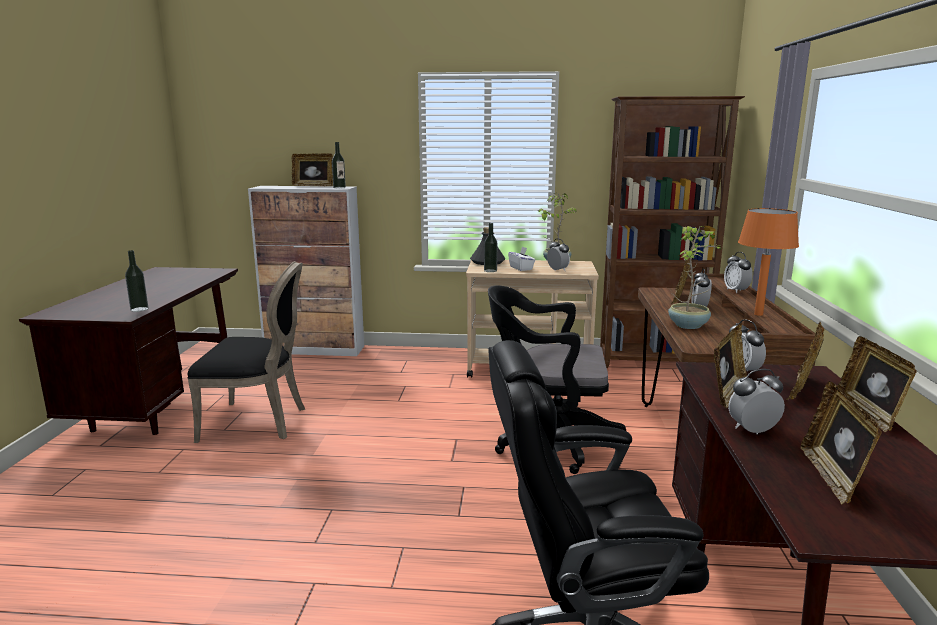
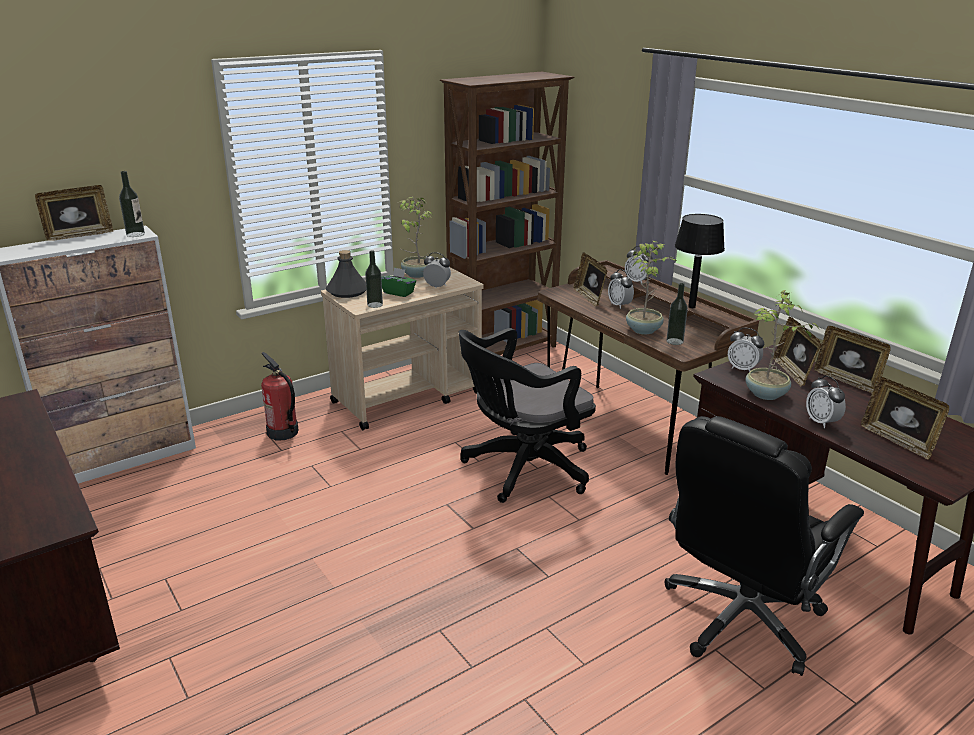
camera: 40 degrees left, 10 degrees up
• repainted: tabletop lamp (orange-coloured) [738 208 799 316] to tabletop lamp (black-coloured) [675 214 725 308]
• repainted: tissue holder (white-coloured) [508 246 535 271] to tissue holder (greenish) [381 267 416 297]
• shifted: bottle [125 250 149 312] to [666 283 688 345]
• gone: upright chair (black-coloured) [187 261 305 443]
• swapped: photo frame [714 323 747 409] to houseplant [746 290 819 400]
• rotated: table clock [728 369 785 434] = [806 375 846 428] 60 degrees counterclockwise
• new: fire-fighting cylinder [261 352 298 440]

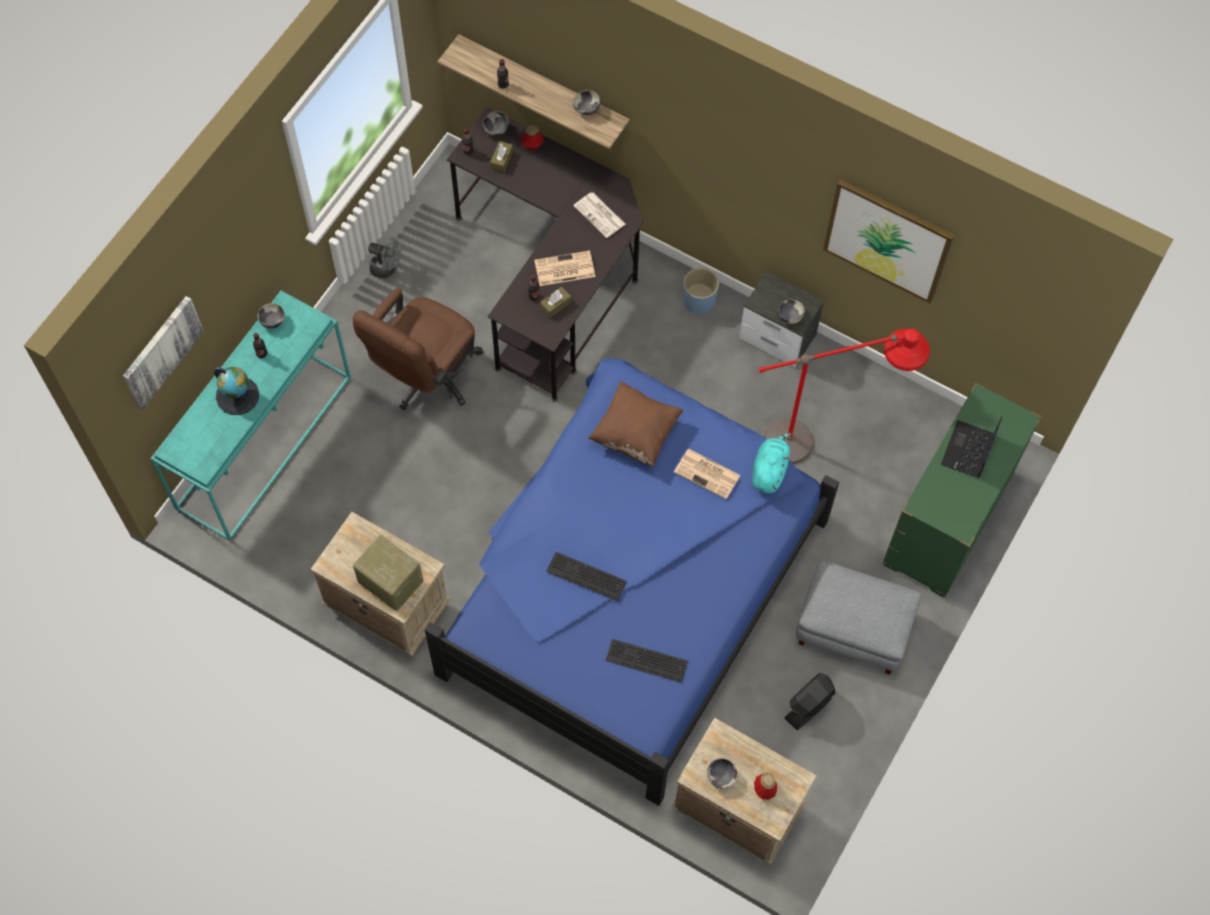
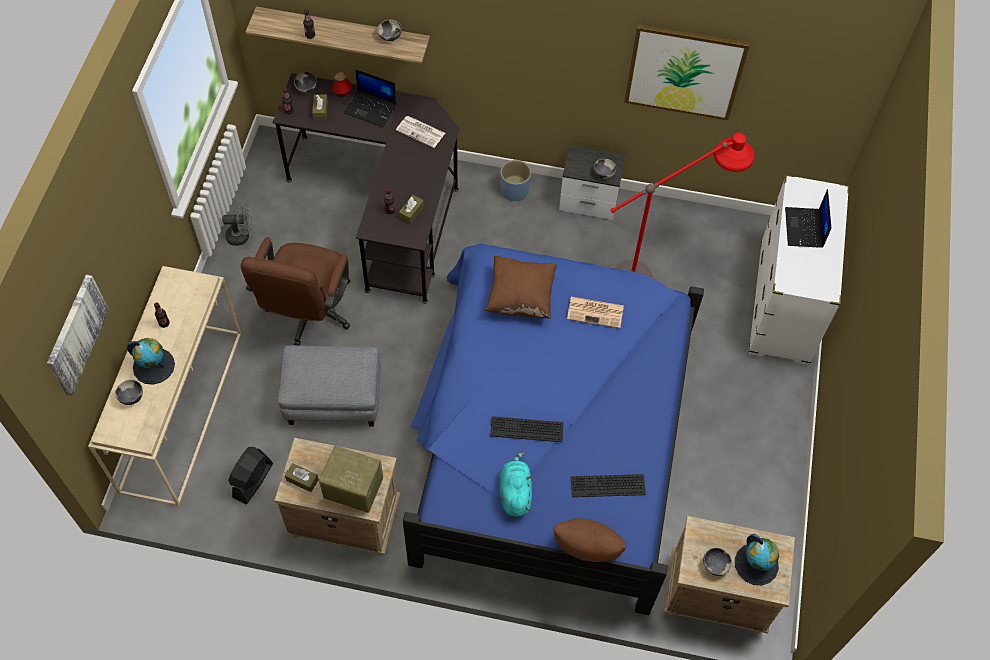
camera: 20 degrees left, 5 degrees down
• gone: newspaper [535 251 595 286]
• repainted: hall table (turquoise-coloured) [150 291 351 541] to hall table (beige-coloured) [88 266 242 506]
• shifted: serving bowl [257 303 285 329] to [115 380 143 405]
• repainted: dresser (greenish) [882 383 1042 597] to dresser (white-coloured) [749 175 849 365]
• shifted: cuddly toy (turquoise-coloured) [752 433 791 493] to [499 451 532 517]
• shifted: footrest (grey) [796 560 921 675] to [278 345 381 426]
• shifted: cooling fan (black-coloured) [784 673 835 730] to [228 447 273 504]
• swapped: bottle [754 772 777 800] to desk globe [735 534 779 585]
• new: notebook computer [344 69 397 127]
• new: tissue holder (brownish) [285 463 319 492]
• new: throw pillow (brownish) [553 518 626 562]

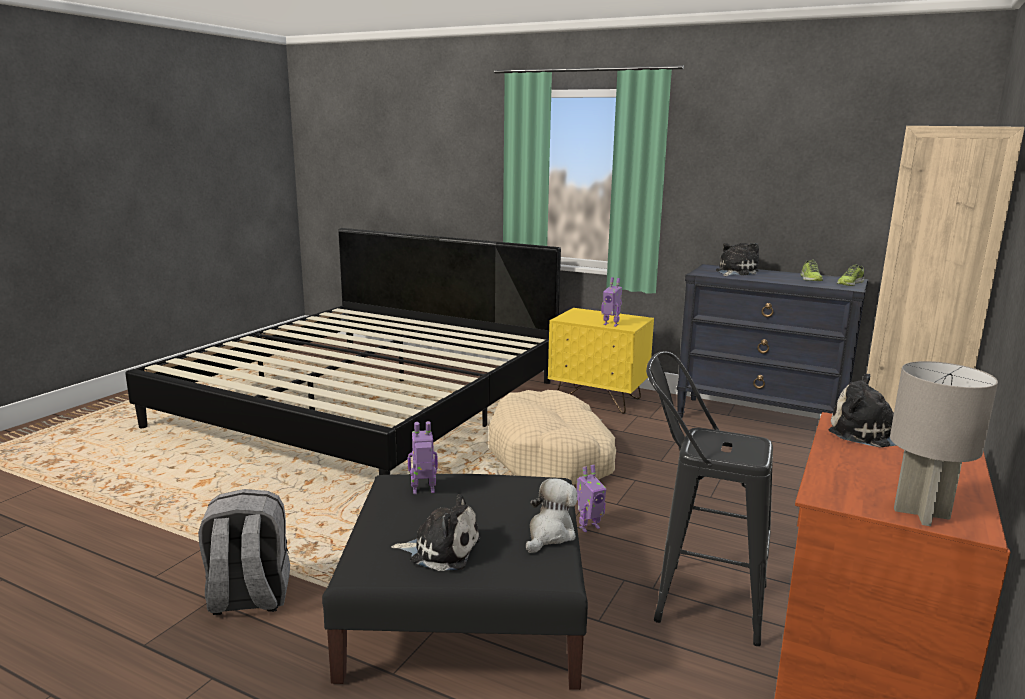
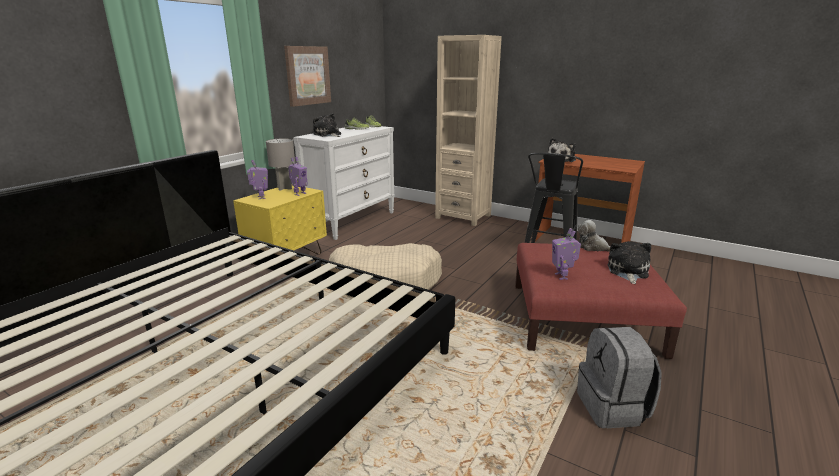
camera: 85 degrees left, 5 degrees up
• repainted: dresser (black-coloured) [676 264 869 418] to dresser (white-coloured) [293 126 395 240]
• shifted: tabletop lamp (grey) [890 361 998 526] to [266 138 295 191]
• shifted: toy robot [577 465 607 532] to [247 160 268 199]
• repainted: footrest (black-coloured) [322 474 588 690] to footrest (red-coloured) [515 243 687 359]
• new: wall art [284 46 331 107]

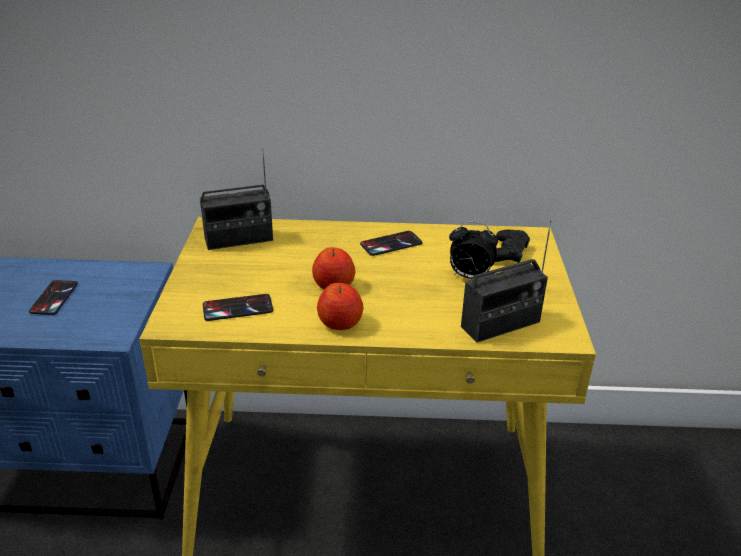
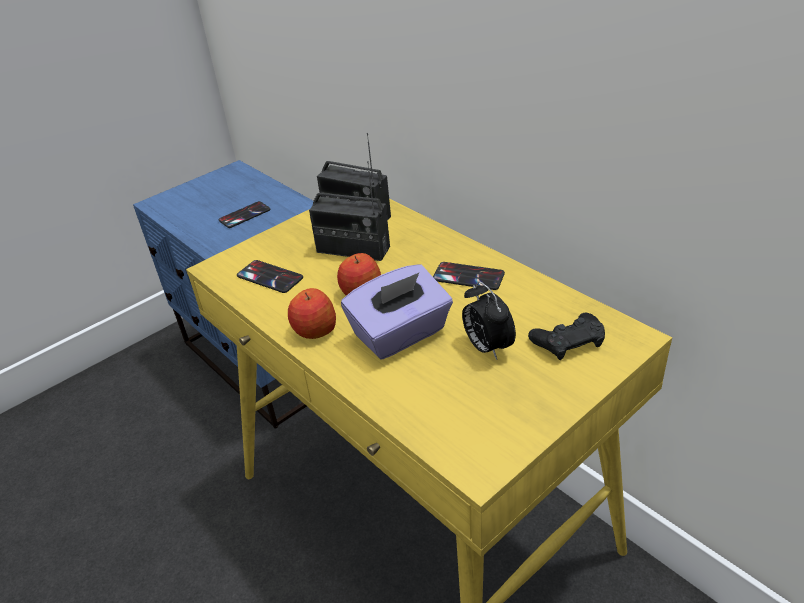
camera: 50 degrees right, 5 degrees up
• shifted: radio set [461 220 552 342] to [309 161 390 261]
• new: tissue holder (purple-coloured) [341 264 453 359]

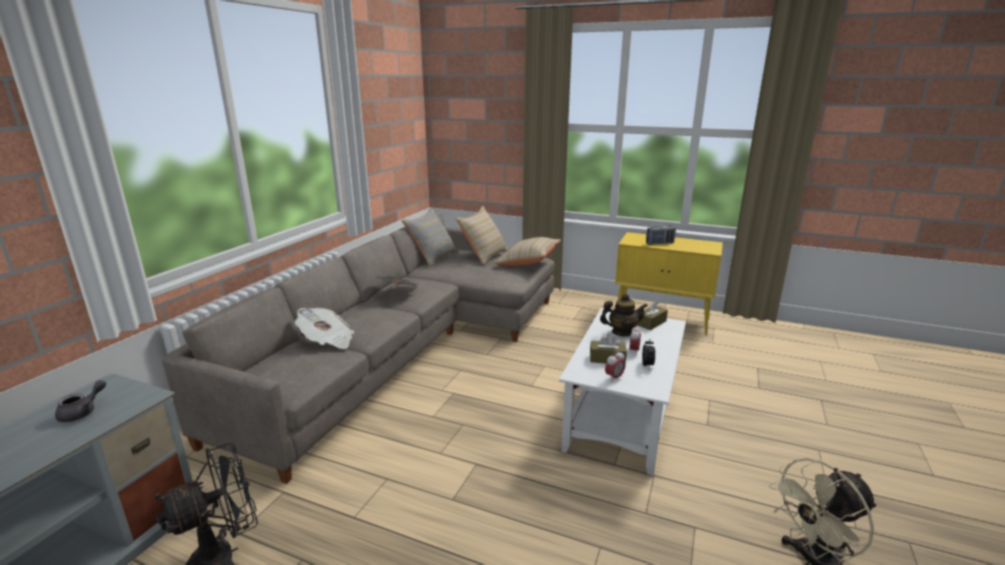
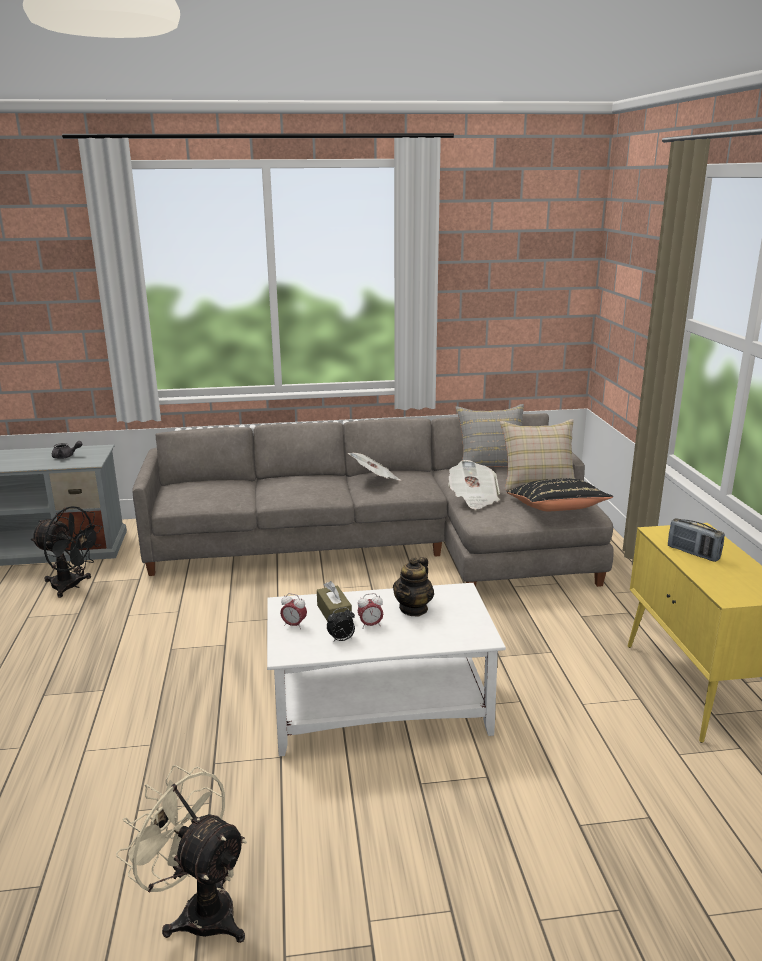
camera: 60 degrees right, 0 degrees up
• repainted: throw pillow (beige-coloured) [493 237 561 266] to throw pillow (black-coloured) [507 478 613 511]
• rotated: pot for tea [600 293 647 336] = [393 557 434 616] 60 degrees clockwise
• gone: tissue holder (brownish) [637 300 668 330]
• shifted: newspaper [295 308 355 349] to [448 460 500 510]

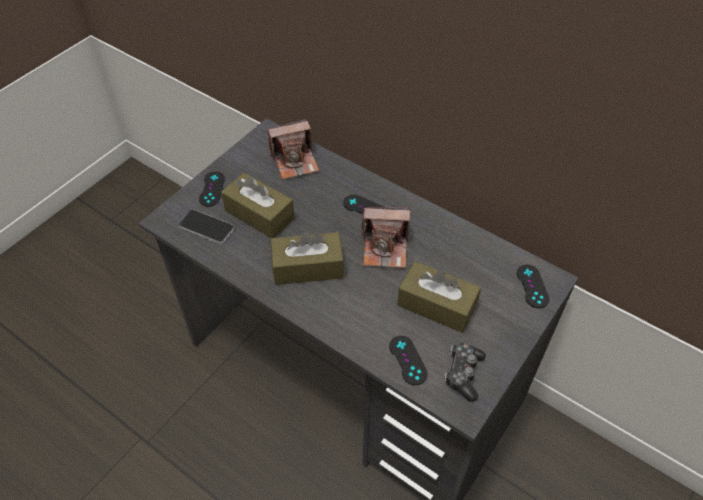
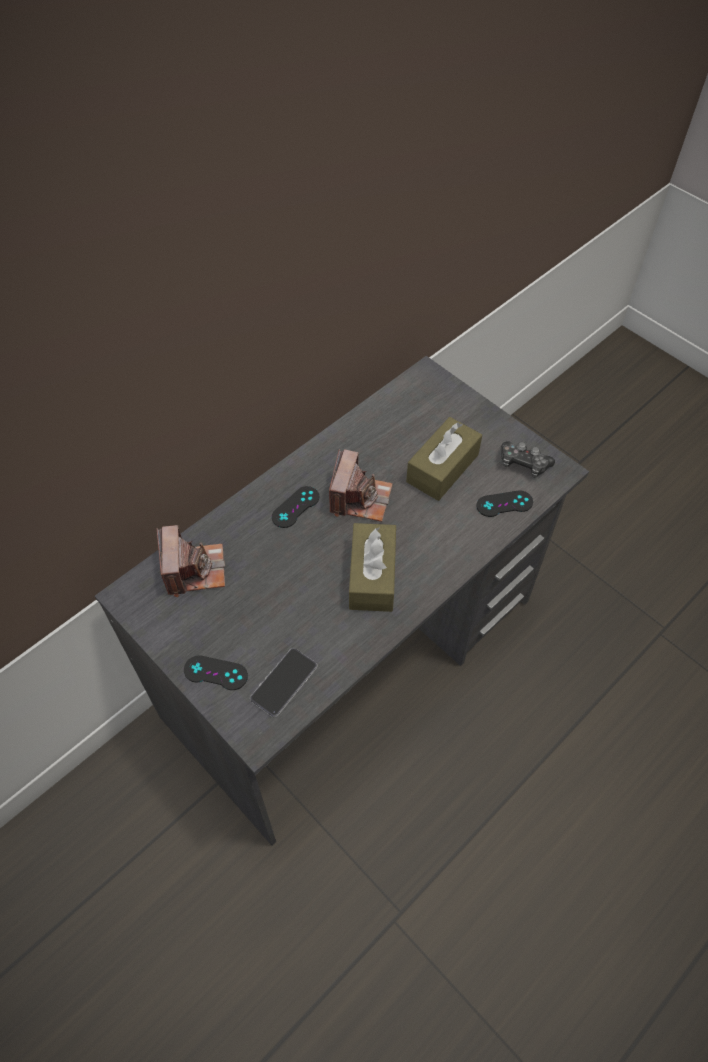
camera: 80 degrees left, 5 degrees up
• gone: tissue holder (brownish) [221 173 295 238]
• gone: game controller (black-coloured) [517 265 549 308]

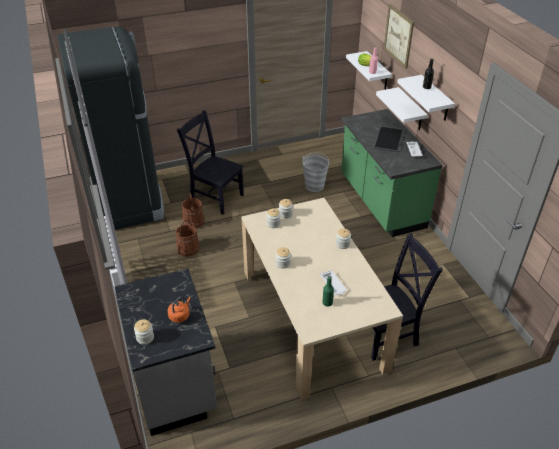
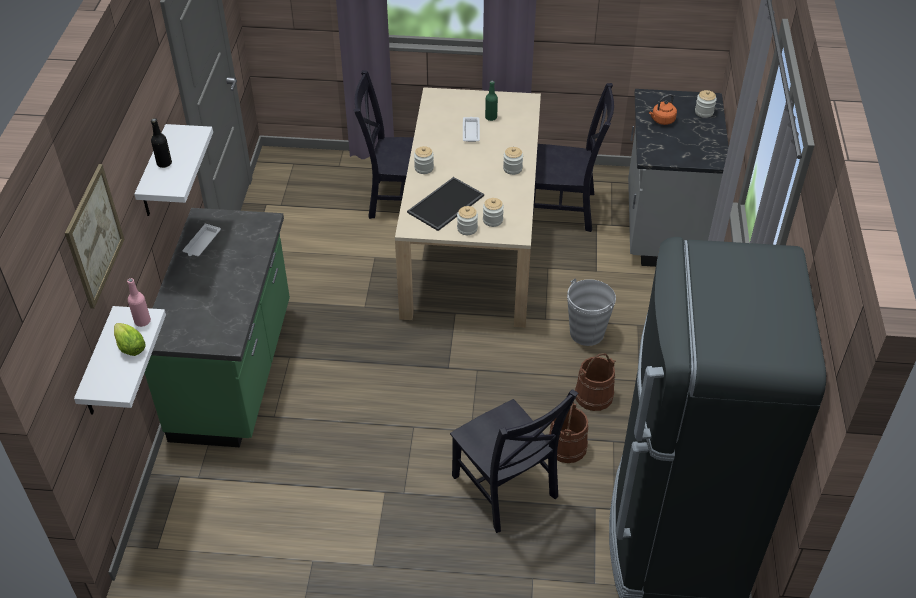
camera: 155 degrees left, 5 degrees up
• gone: bracket shelf (white-coloured) [376 87 428 130]
• shifted: carrying tray [373 126 404 152] to [407 177 484 231]
• shifted: bucket (grey) [302 153 330 192] to [567 278 616 346]
• new: upright chair (black-coloured) [533 83 614 232]

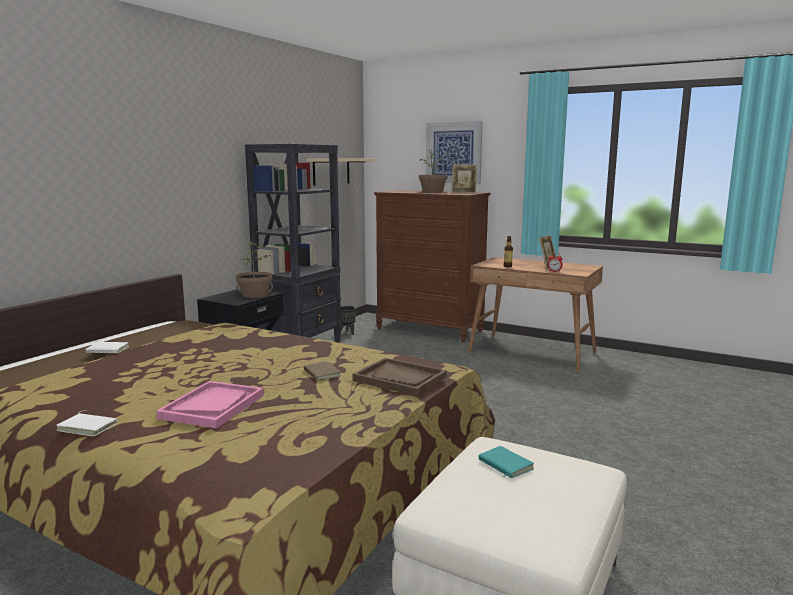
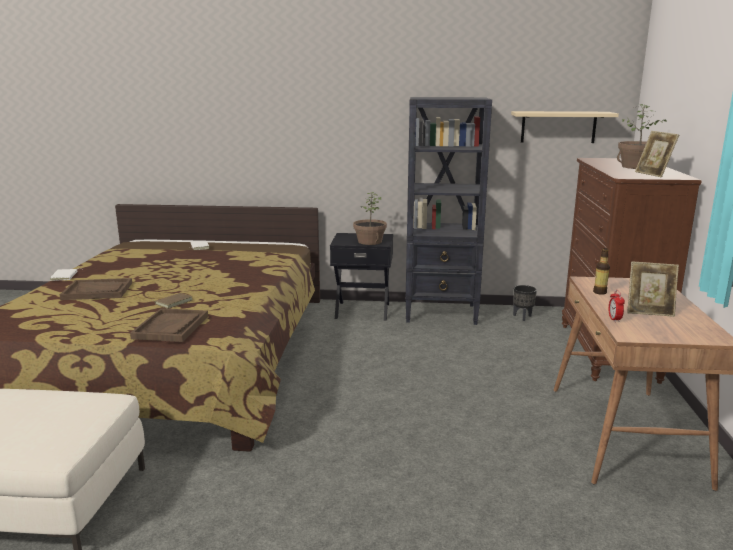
camera: 65 degrees right, 5 degrees up
• gone: wall art [426 121 483 184]
• repainted: carrying tray (pinkish) [156 381 264 429] to carrying tray (brownish) [60 278 132 300]
• gone: book (turquoise-coloured) [478 446 534 478]

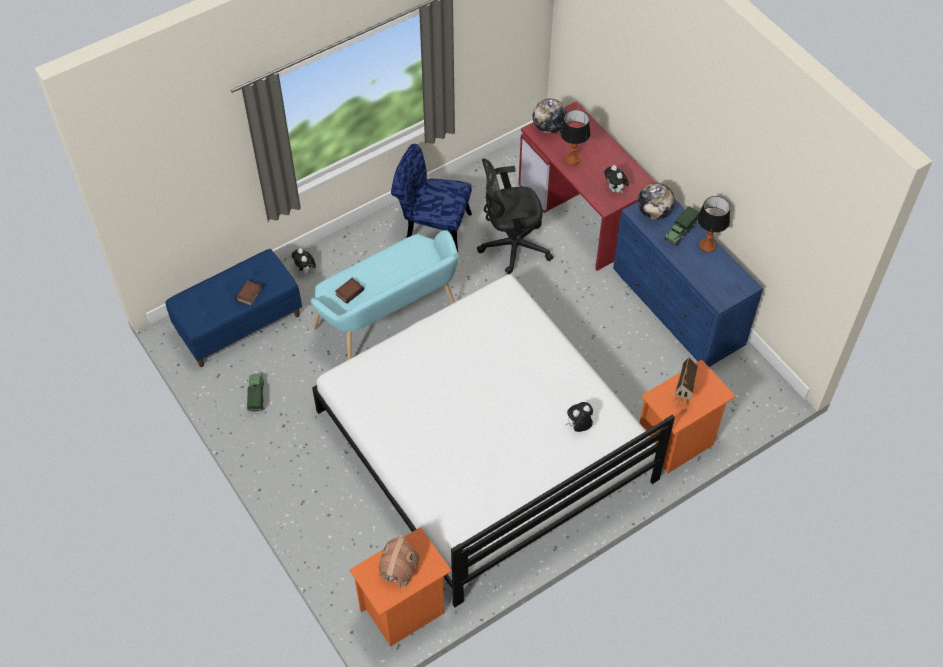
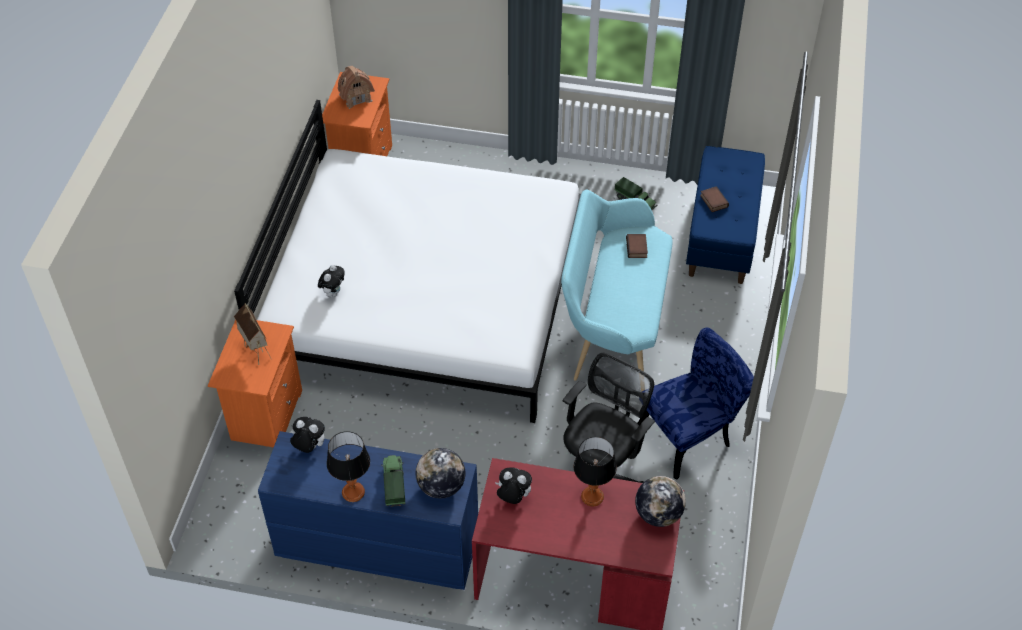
camera: 135 degrees right, 5 degrees down
• shifted: cuddly toy [292 248 316 274] to [290 417 325 453]

